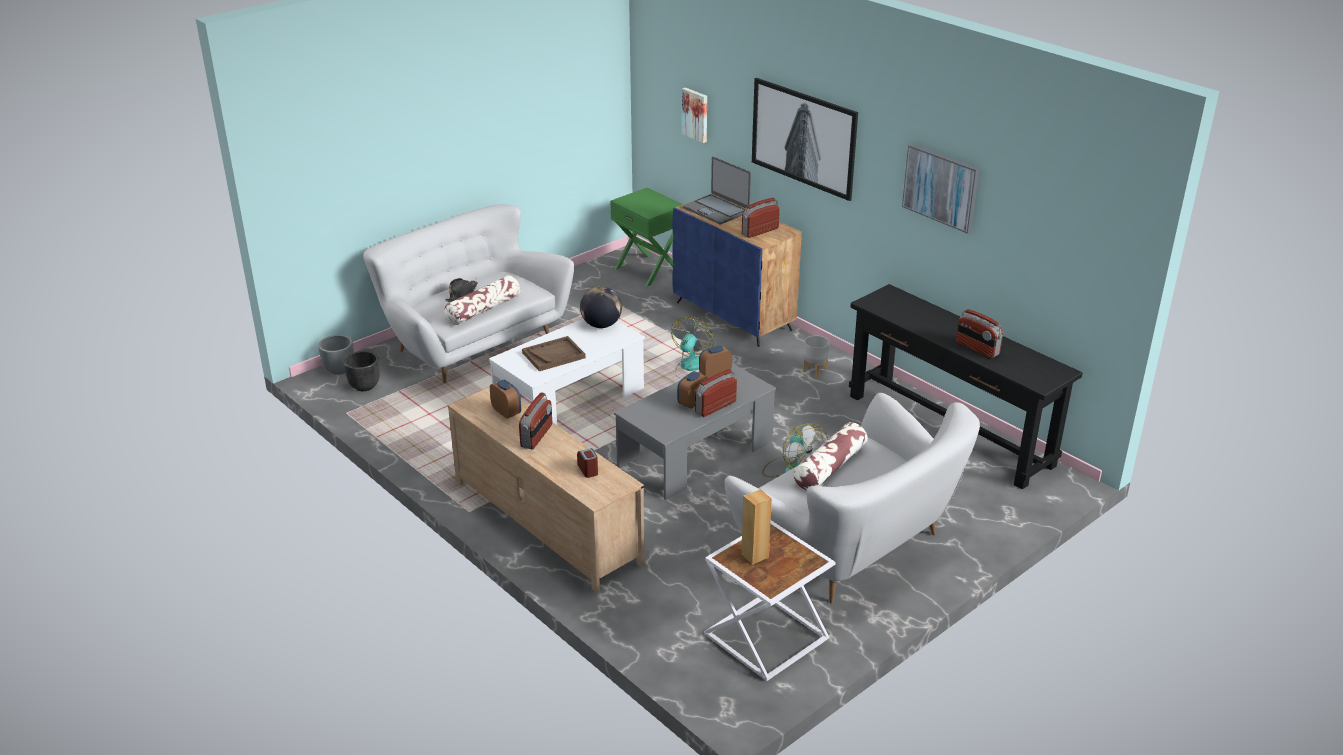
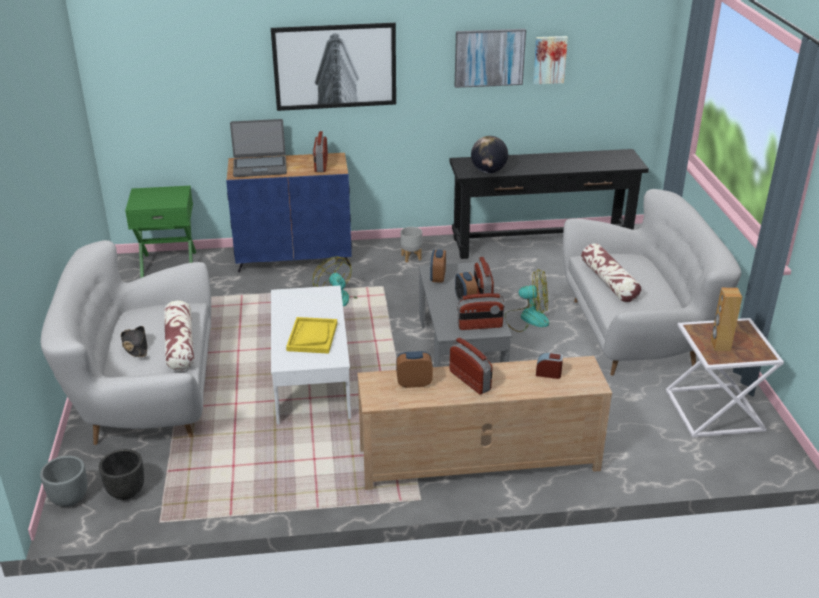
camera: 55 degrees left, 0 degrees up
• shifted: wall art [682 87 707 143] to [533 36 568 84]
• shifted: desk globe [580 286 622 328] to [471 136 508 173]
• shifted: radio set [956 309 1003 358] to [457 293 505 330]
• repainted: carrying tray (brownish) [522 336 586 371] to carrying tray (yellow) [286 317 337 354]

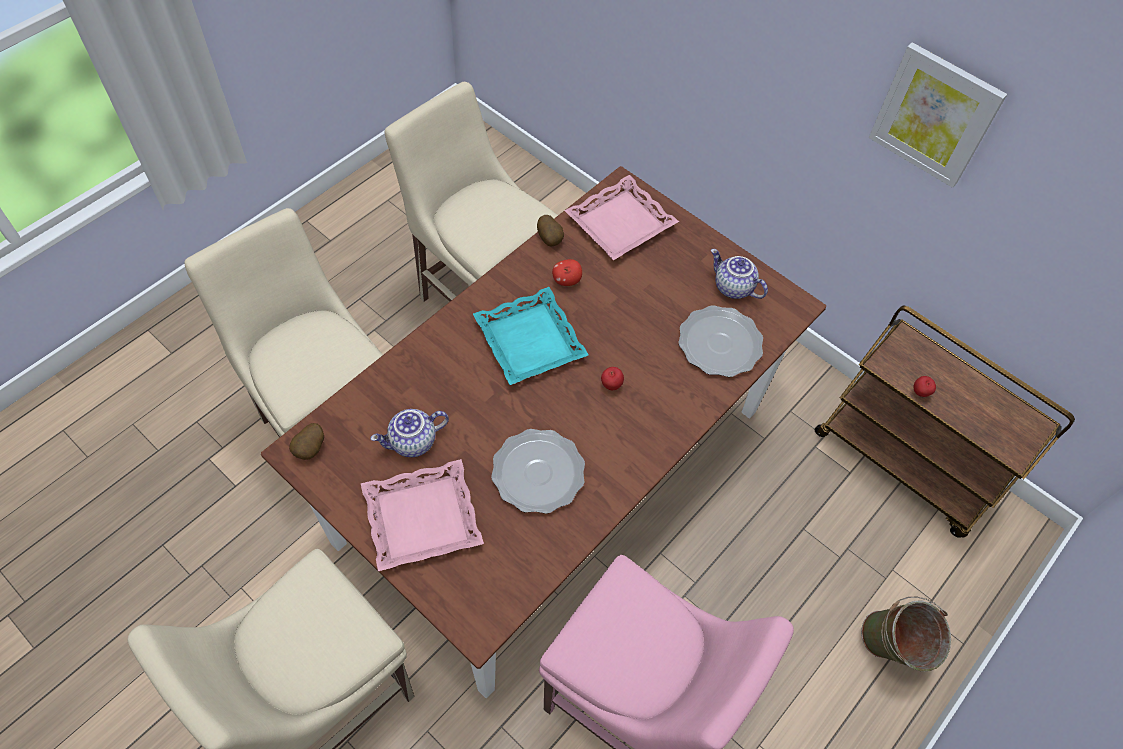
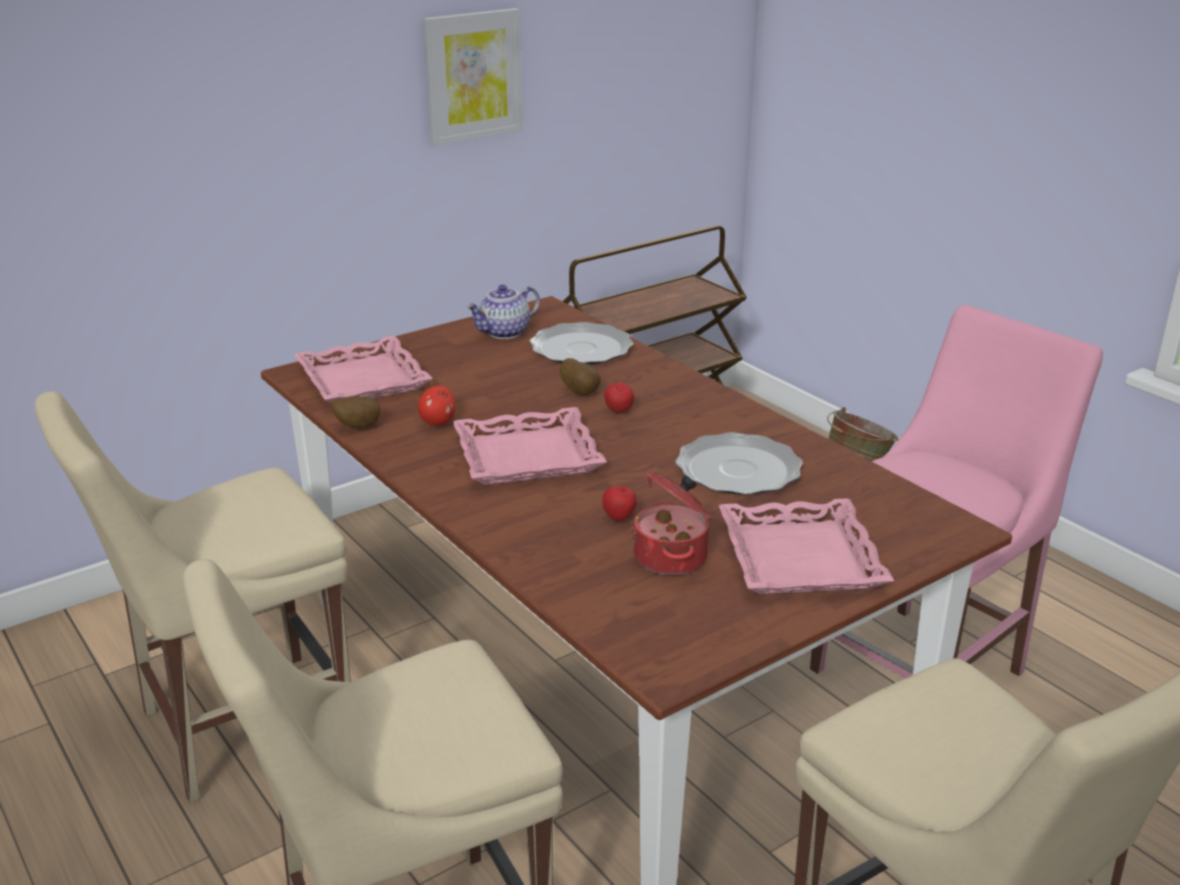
camera: 75 degrees left, 30 degrees down
• repainted: carrying tray (turquoise-coloured) [473 287 589 385] to carrying tray (pinkish) [453 407 607 485]
• shifted: whole apple [914 376 936 397] to [602 486 637 522]
• swapped: pot for tea [370 409 449 457] to stockpot [631 470 713 576]
• shifted: whole potato [289 423 324 460] to [560 358 601 395]

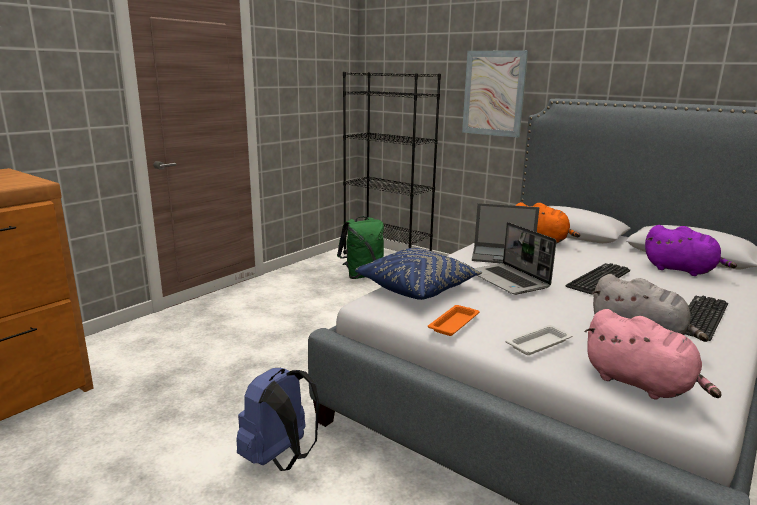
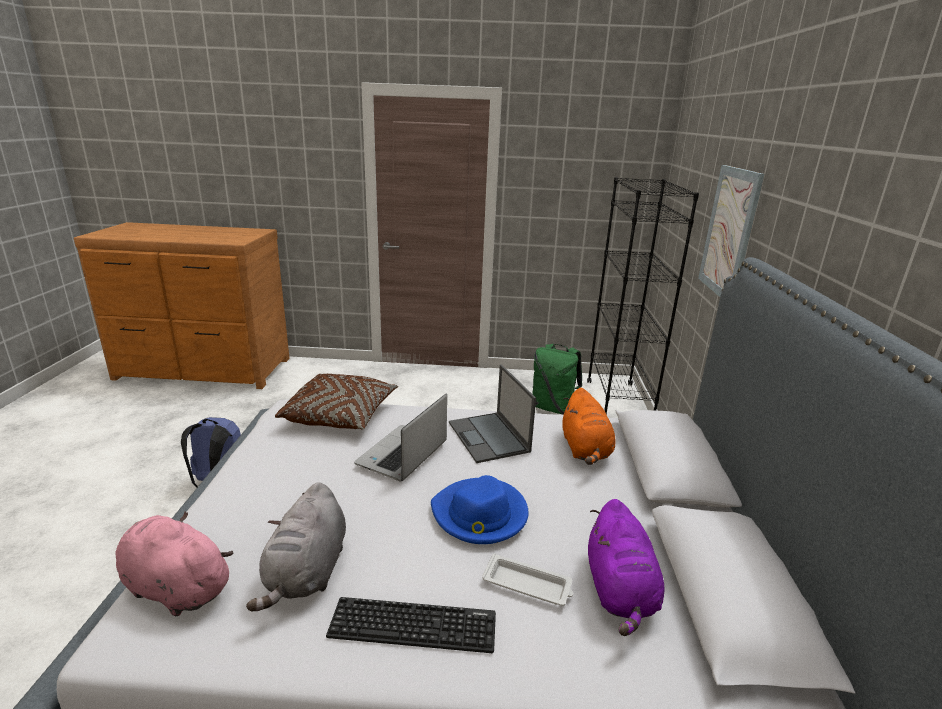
camera: 55 degrees right, 5 degrees up
• repainted: throw pillow (blue-coloured) [355 248 482 300] to throw pillow (brownish) [275 374 398 429]
• swapped: computer keyboard [566 263 630 294] to hat (blue-coloured) [431 475 529 544]
• gone: carrying tray (orange-coloured) [428 305 480 336]
• rotated: cuddly toy (pinkish) [584 309 721 400] = [116 511 234 616] 105 degrees clockwise
• shifted: carrying tray (white-coloured) [506 325 573 355] to [482 553 573 606]

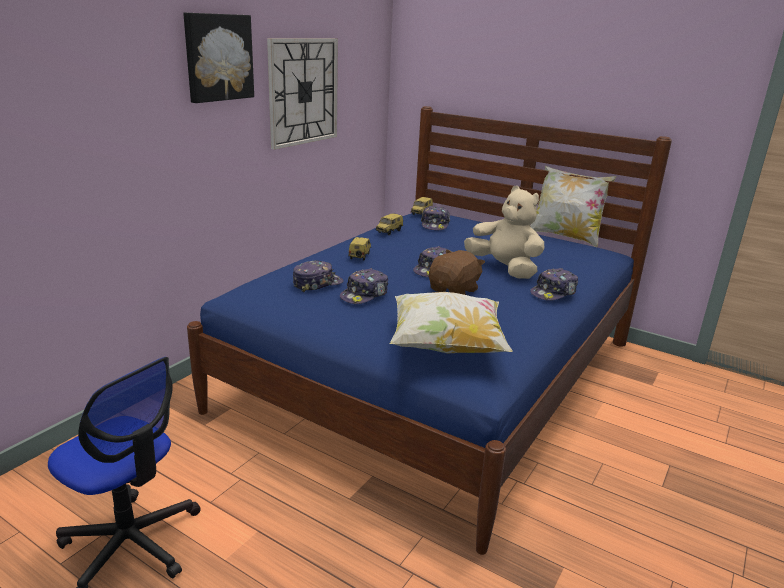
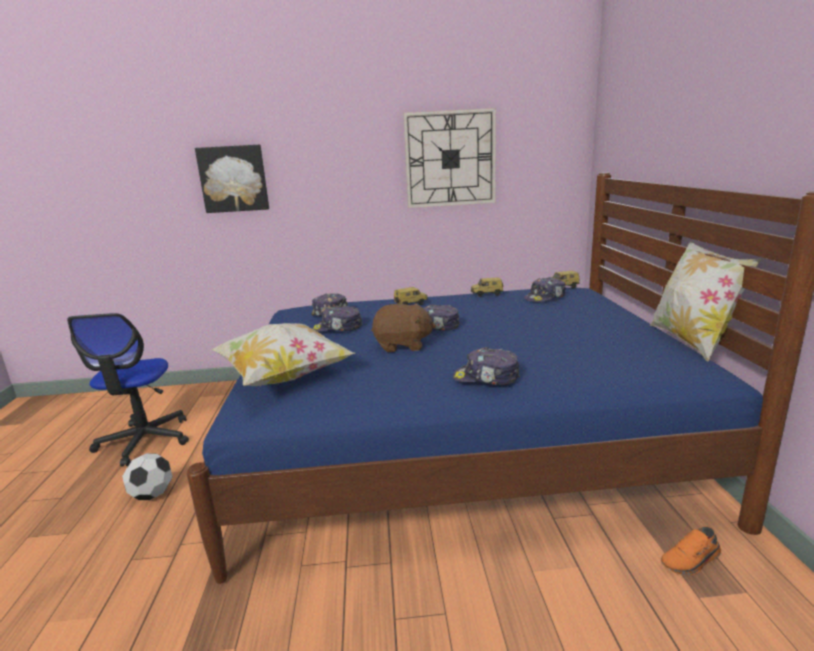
camera: 55 degrees right, 5 degrees down
• shifted: wall art [183 13 254 103] to [195 145 269 213]
• gone: cuddly toy (beige-coloured) [464 186 544 279]
• new: ball for football [122 453 172 500]
• new: item of footwear (orange-coloured) [661 527 721 575]

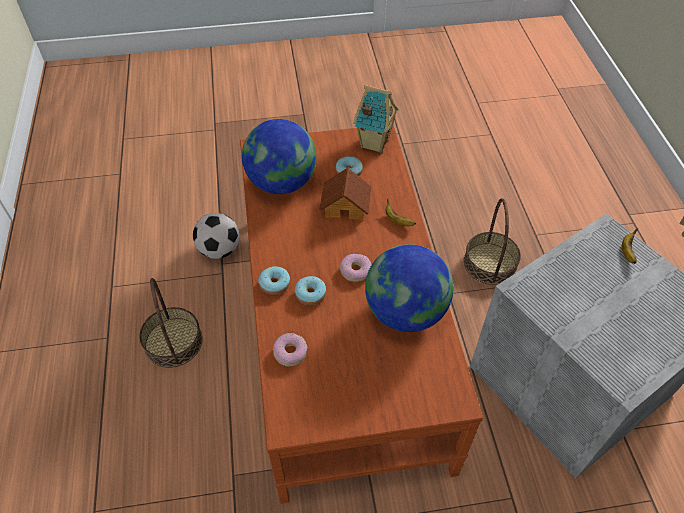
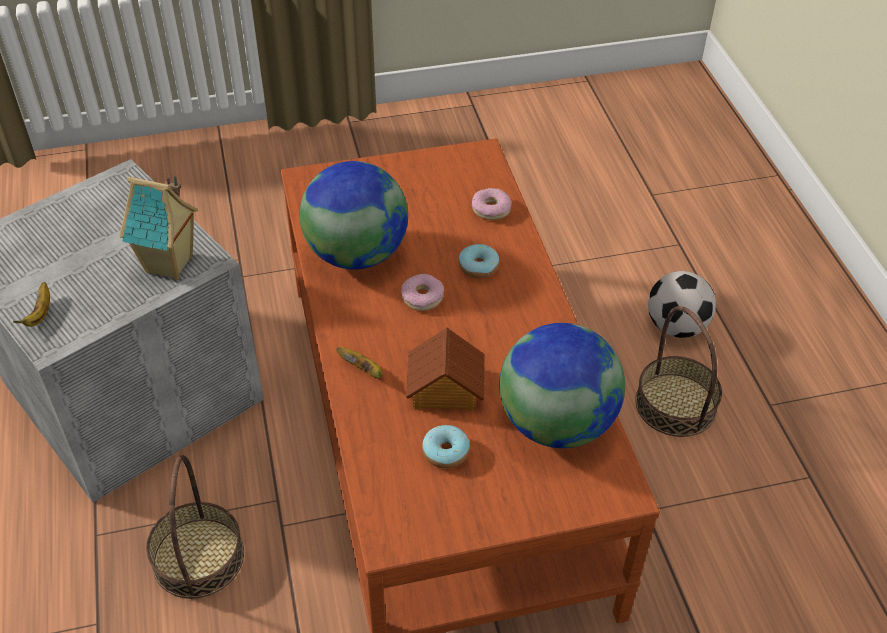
camera: 175 degrees right, 5 degrees down
• shifted: model house [353 85 399 153] to [119 176 198 280]
• shifted: ball for football [193 213 240 259] to [648 271 716 338]
• gone: doughnut [258 266 290 295]

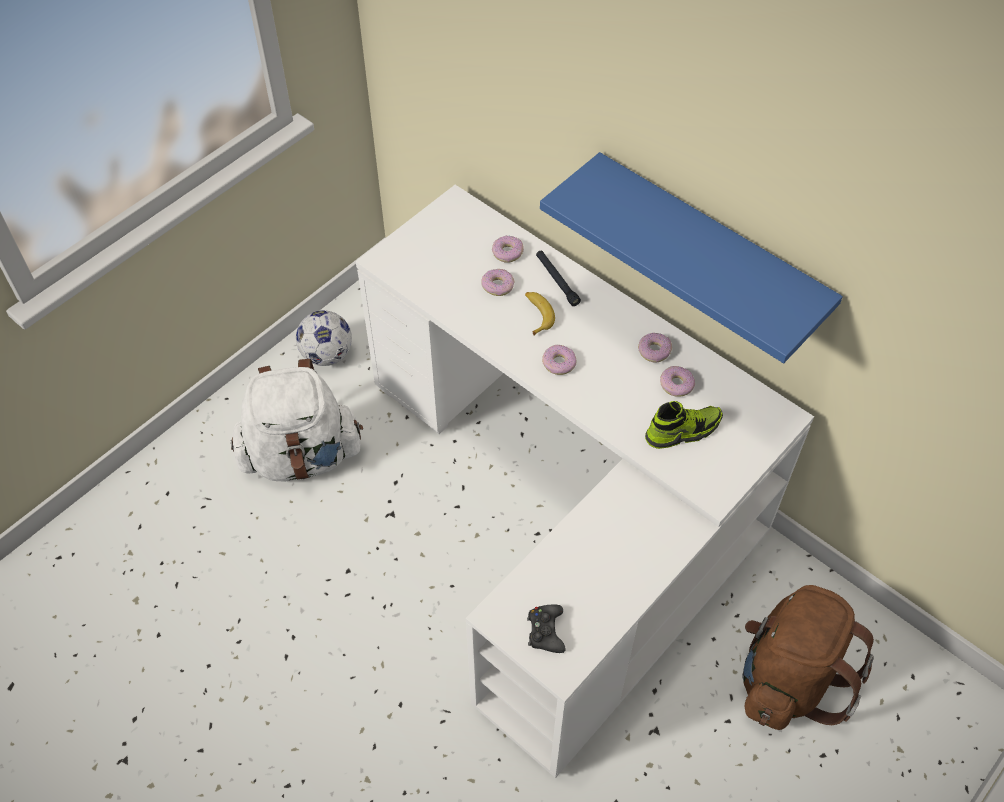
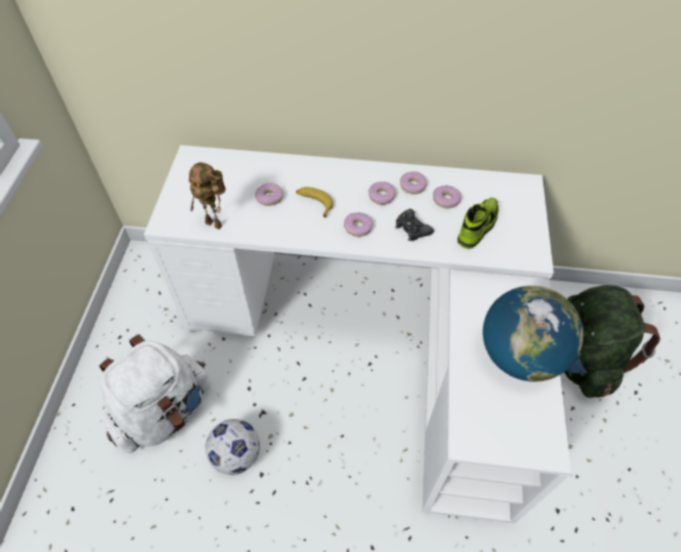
camera: 35 degrees left, 0 degrees up
• gone: bracket shelf (blue-coloured) [540 152 843 363]
• shifted: doughnut [492 236 524 263] to [368 182 396 205]
• gone: hand torch (black-coloured) [536 251 581 306]
• shifted: ball for football [296 310 352 366] to [205 419 260 475]
• repainted: rucksack (brownish) [742 585 874 730] to rucksack (greenish) [564 285 660 398]
• shifted: game controller (black-coloured) [527 605 566 653] to [395 209 434 241]
• new: toy robot [189 162 226 229]
• new: desk globe [483 286 583 382]

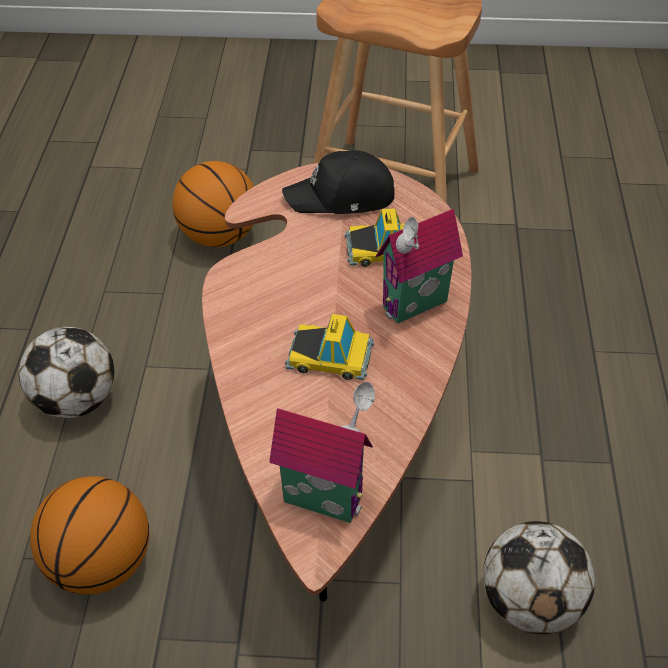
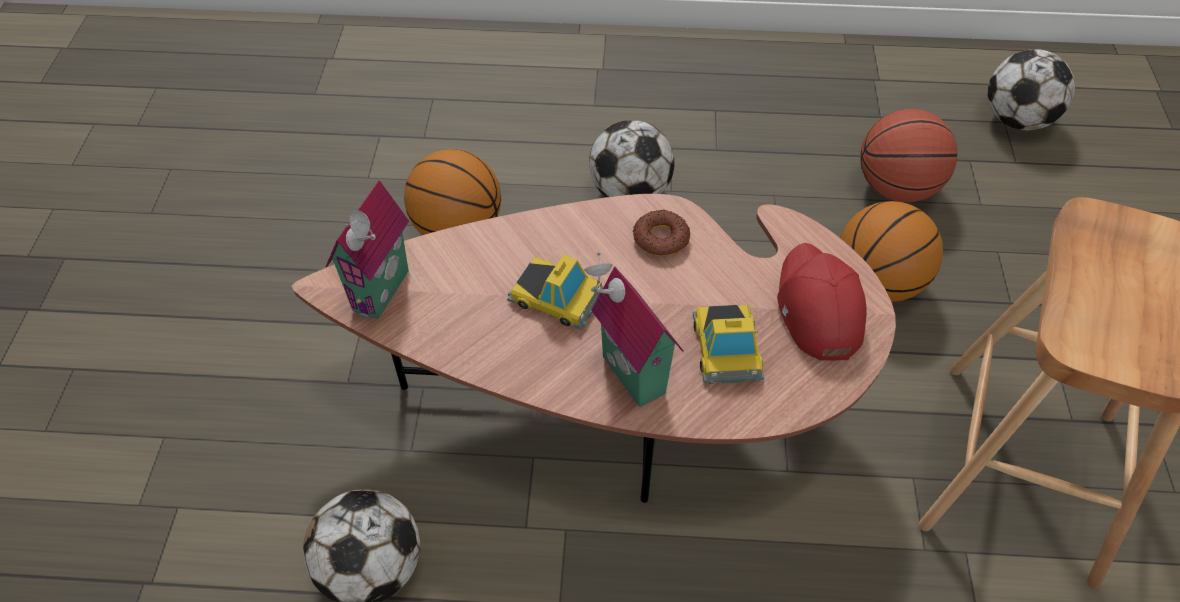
camera: 90 degrees right, 5 degrees up
• repainted: peaked cap (black-coloured) [282 150 395 214] to peaked cap (red-coloured) [777 243 867 361]
• rotated: model car [285 314 374 380] = [507 254 604 330] 75 degrees counterclockwise
• new: ball for football [987 49 1075 130]
• new: basketball ball [860 109 957 203]
• new: doughnut [633 210 690 256]

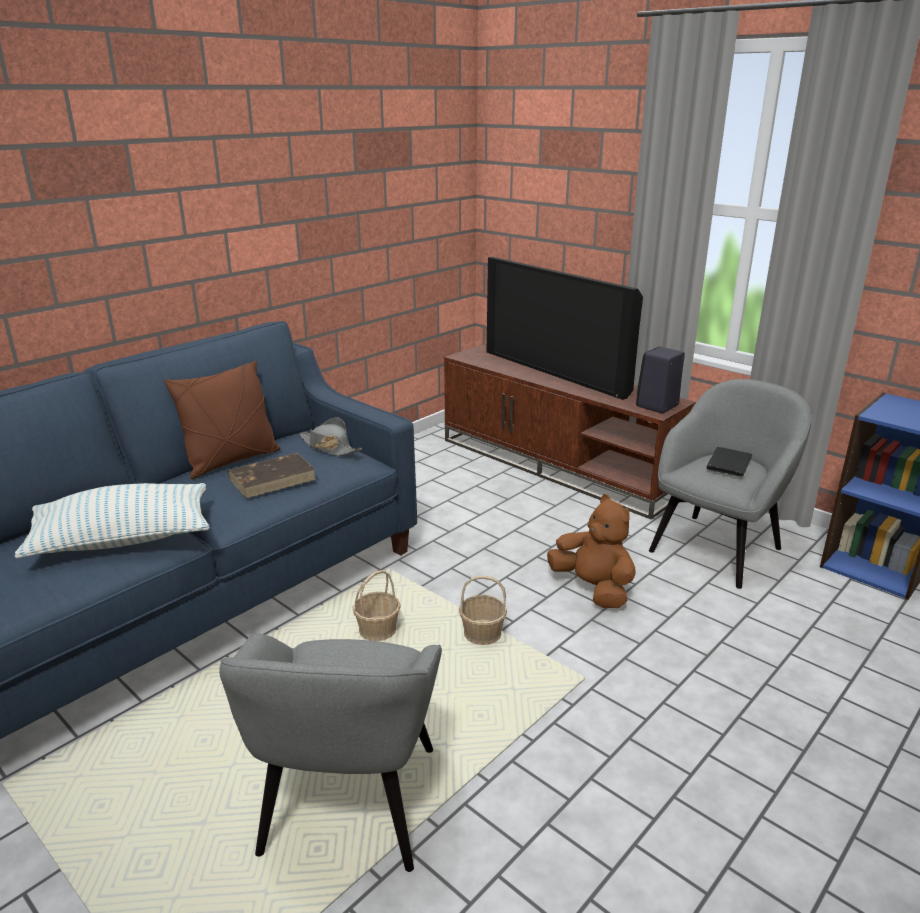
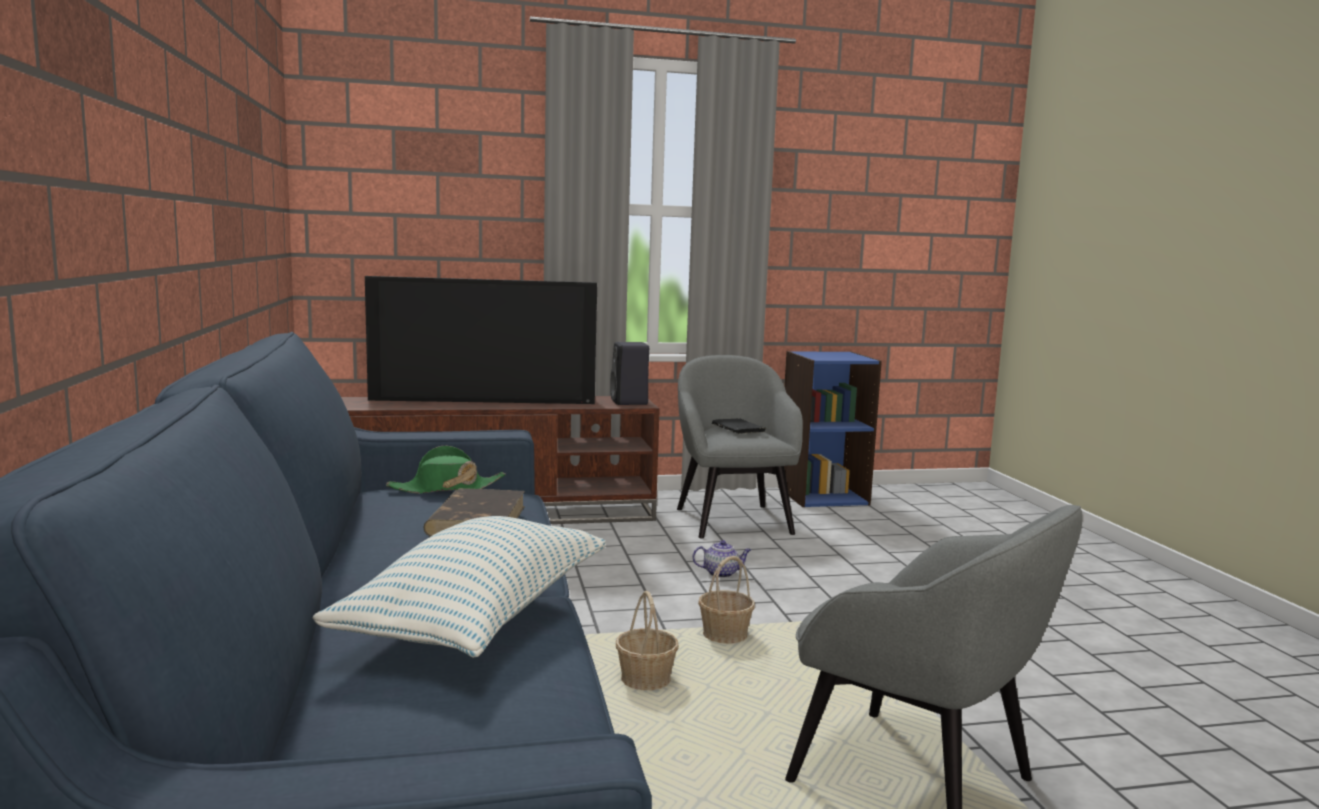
camera: 55 degrees left, 15 degrees down
• gone: throw pillow (brownish) [164 360 280 479]
• repainted: hat (grey) [299 417 362 456] to hat (greenish) [386 445 506 493]
• swapped: cuddly toy (brownish) [547 494 636 608] to pot for tea [692 540 751 578]

